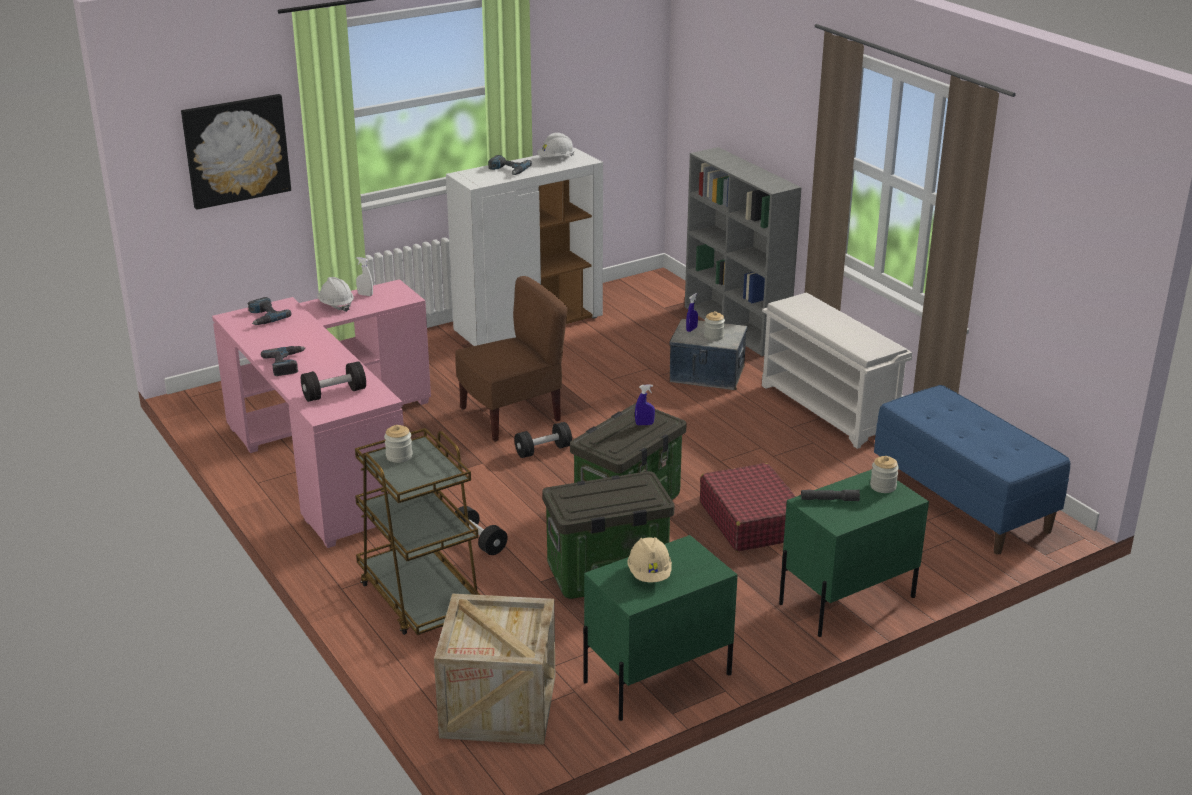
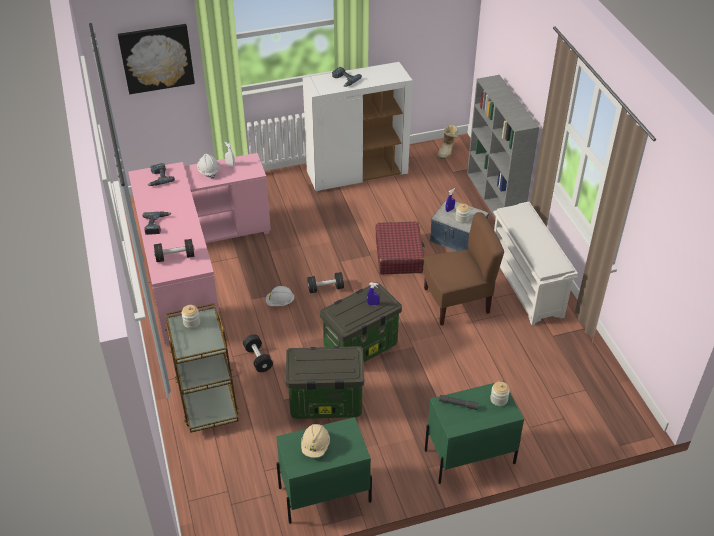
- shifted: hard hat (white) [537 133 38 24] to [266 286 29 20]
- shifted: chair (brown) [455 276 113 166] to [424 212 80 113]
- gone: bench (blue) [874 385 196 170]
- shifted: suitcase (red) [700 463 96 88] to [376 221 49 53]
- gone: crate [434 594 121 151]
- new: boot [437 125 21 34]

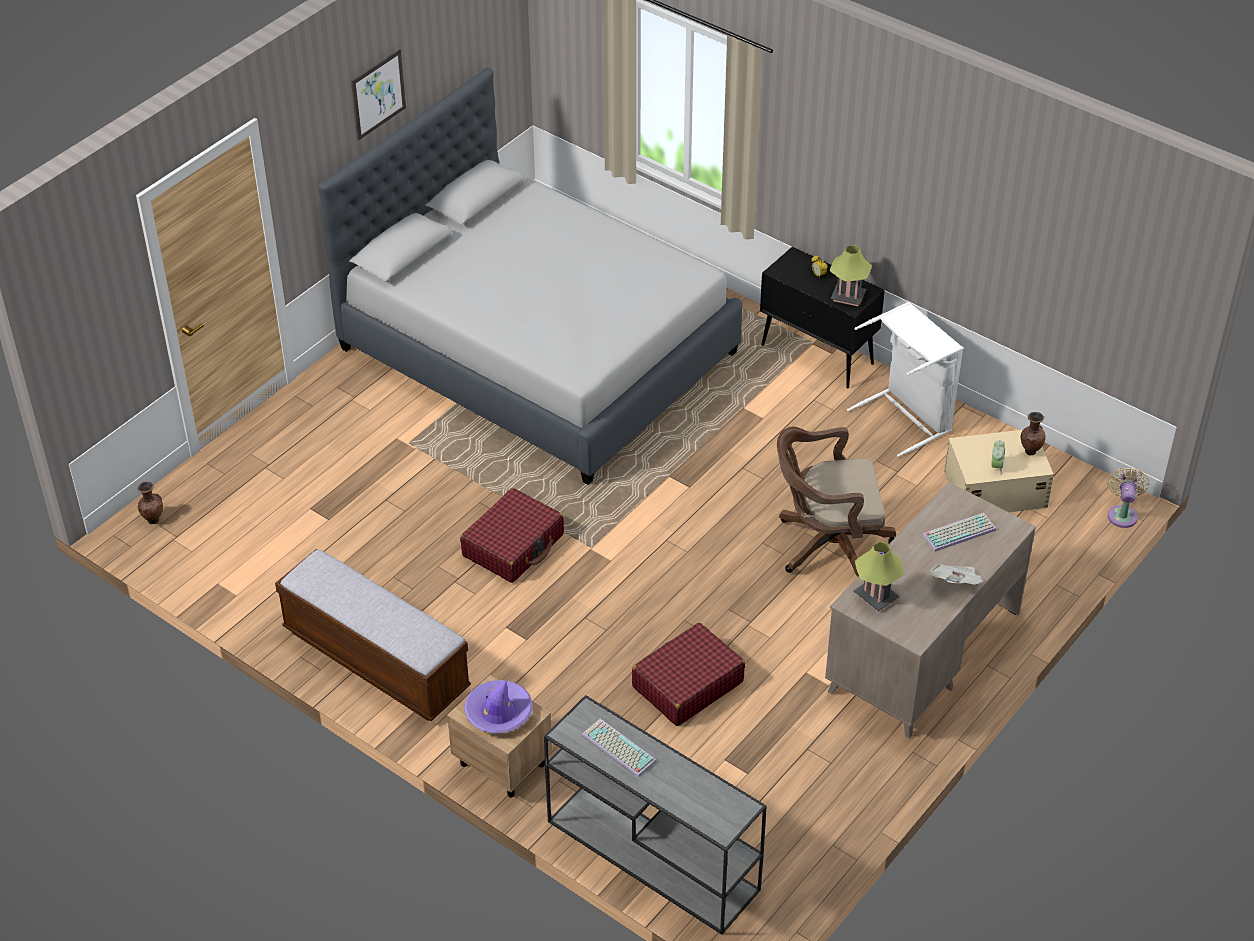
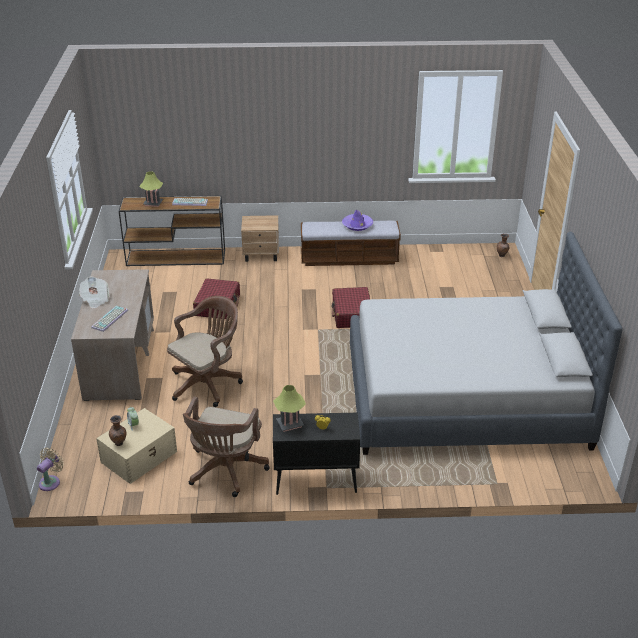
- gone: picture [351 49 55 91]
- swapped: laundry basket (white) [847 302 116 155] to office chair (brown) [183 397 86 100]
- rotated: fan (beige) [1107 467 42 61] = [37 448 27 43] 120 degrees counterclockwise
- shifted: table lamp [853 542 51 69] to [140 171 23 36]
- shifted: hat (purple) [464 680 69 54] to [342 209 31 22]
- repainted: console table (grey) [544 695 222 240] to console table (brown) [119 195 106 71]

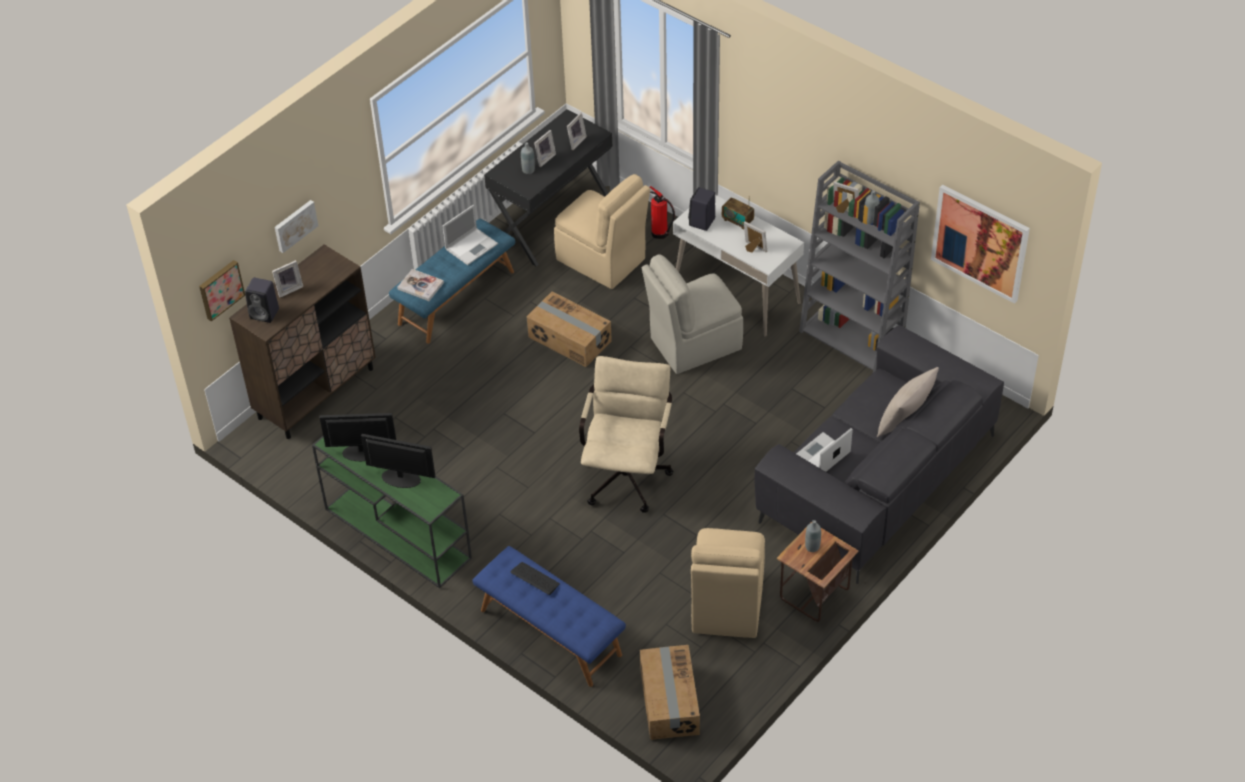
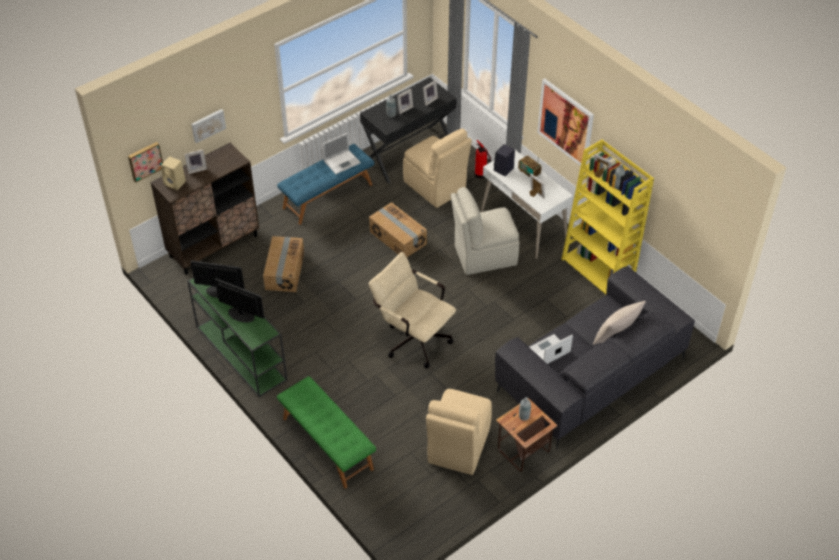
- repainted: bookcase (grey) [799 161 121 212] to bookcase (yellow) [561 139 93 155]
- shifted: picture [931 184 99 120] to [537 78 57 88]
- gone: book [397 269 47 32]
- repainted: speaker (black) [245 277 34 46] to speaker (beige) [161 157 25 33]
- rotated: office chair (beige) [579 356 95 157] = [369 252 87 116] 75 degrees counterclockwise
- repainted: bench (blue) [472 546 154 141] to bench (green) [277 376 99 112]
- gone: keyboard [511 562 49 33]
- shifted: cardboard box [640 645 60 95] to [263 236 41 56]

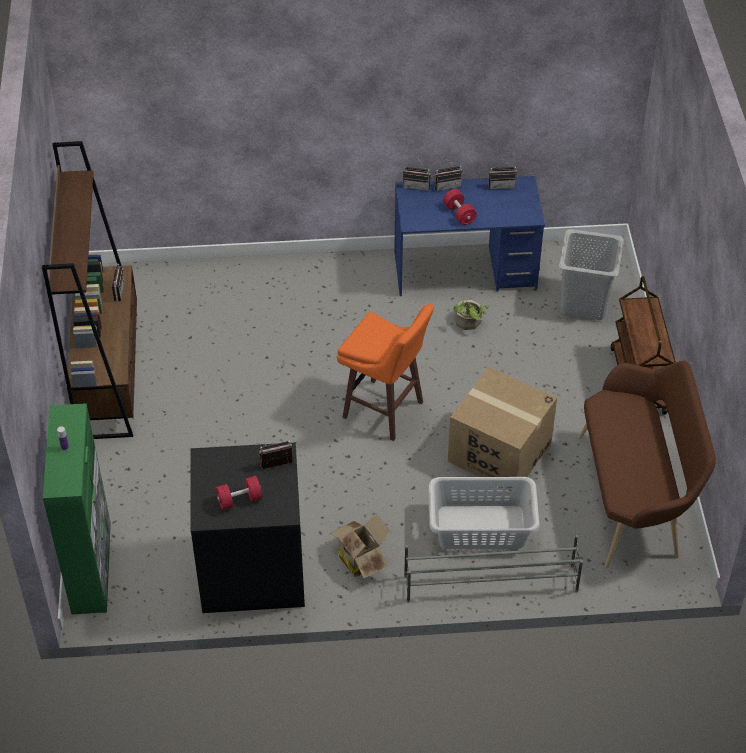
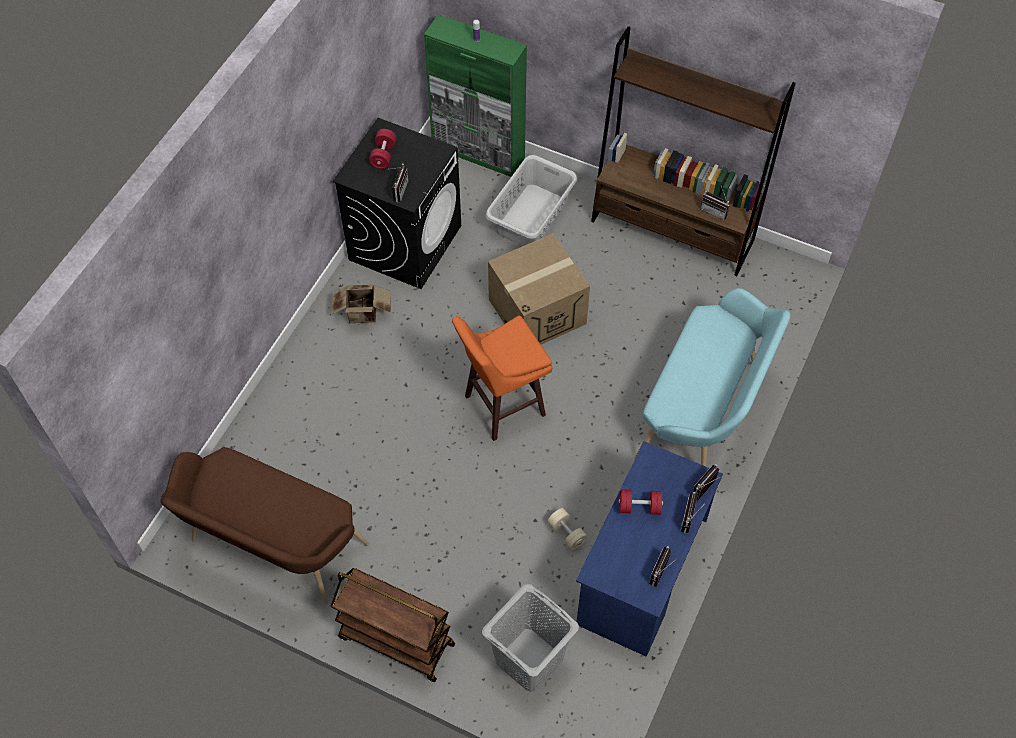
- swapped: potted plant [453 300 36 30] to dumbbell (beige) [547 508 41 42]
- shifted: cardboard box [448 367 109 124] to [488 233 102 112]
- shifted: laundry basket (grey) [428 477 112 72] to [486 155 91 91]
- gone: shoe rack (grey) [404 535 179 68]
- new: bench (turquoise) [634 288 157 178]

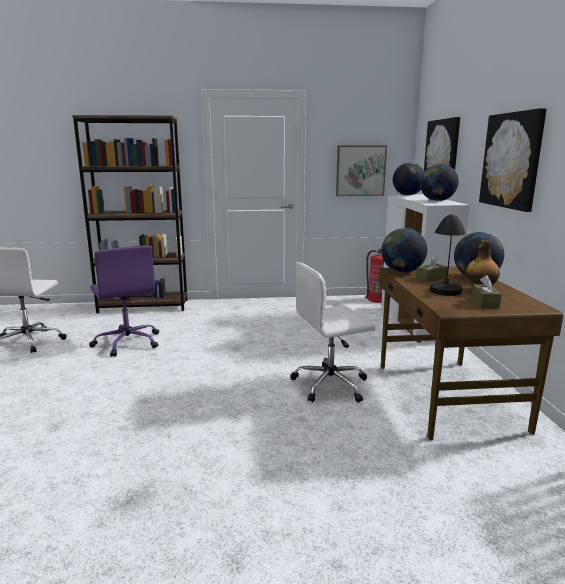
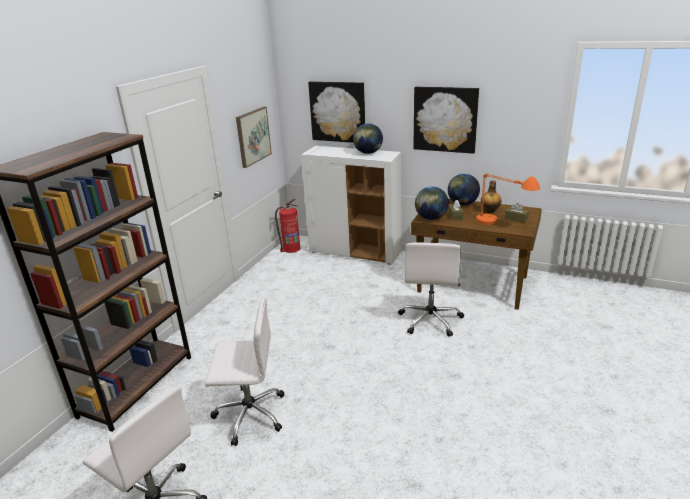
- gone: globe [393 162 32 33]
- repainted: table lamp (black) [430 214 36 82] to table lamp (orange) [476 174 64 51]
- repainted: office chair (purple) [89 246 70 111] to office chair (white) [205 297 79 149]

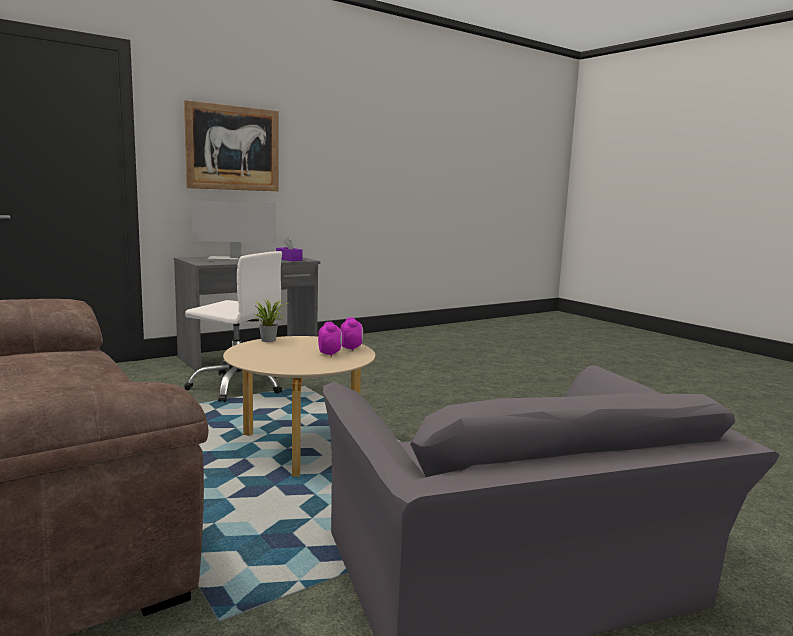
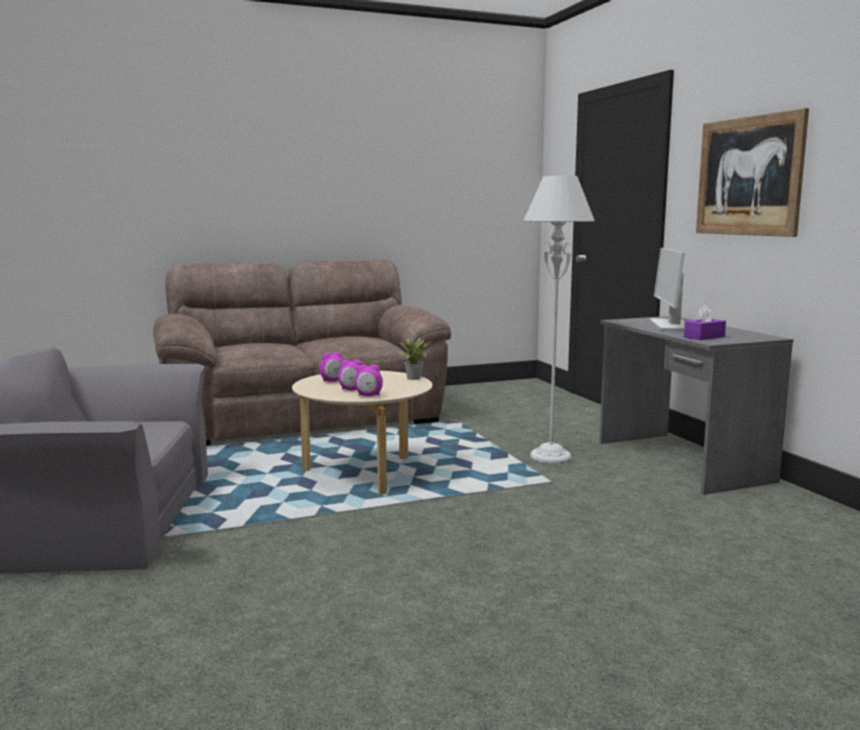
- swapped: office chair (white) [184 251 98 151] to floor lamp (grey) [523 176 72 287]
- new: alarm clock [320 352 23 30]

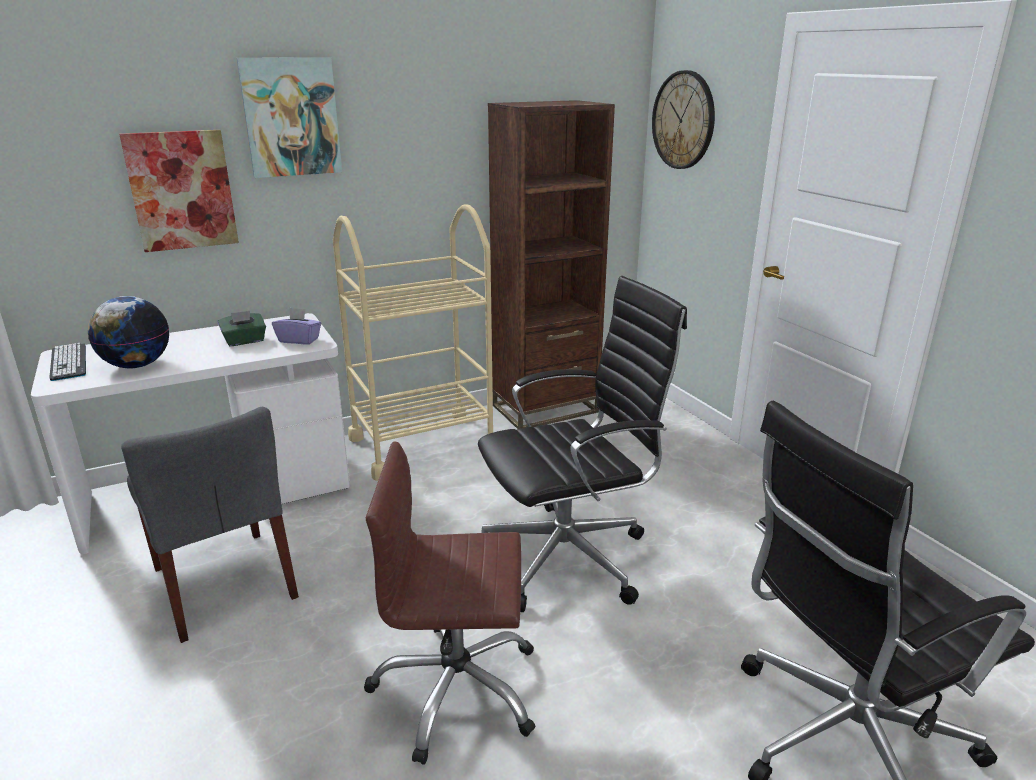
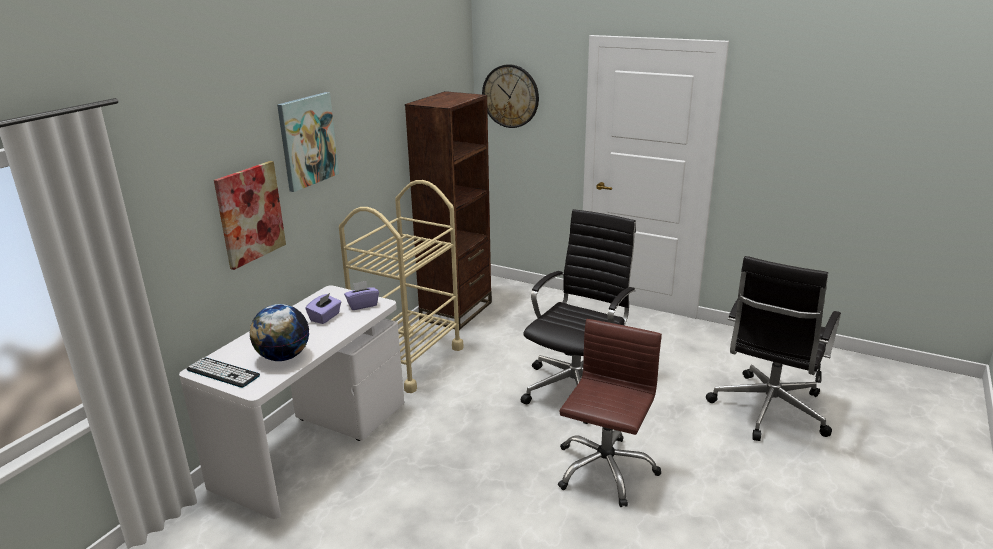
- repainted: tissue box (green) [218 311 48 35] to tissue box (purple) [305 293 36 31]
- gone: chair (grey) [121 407 178 236]
- rotated: office chair (brown) [364 441 172 324] = [558 319 104 188] 150 degrees clockwise

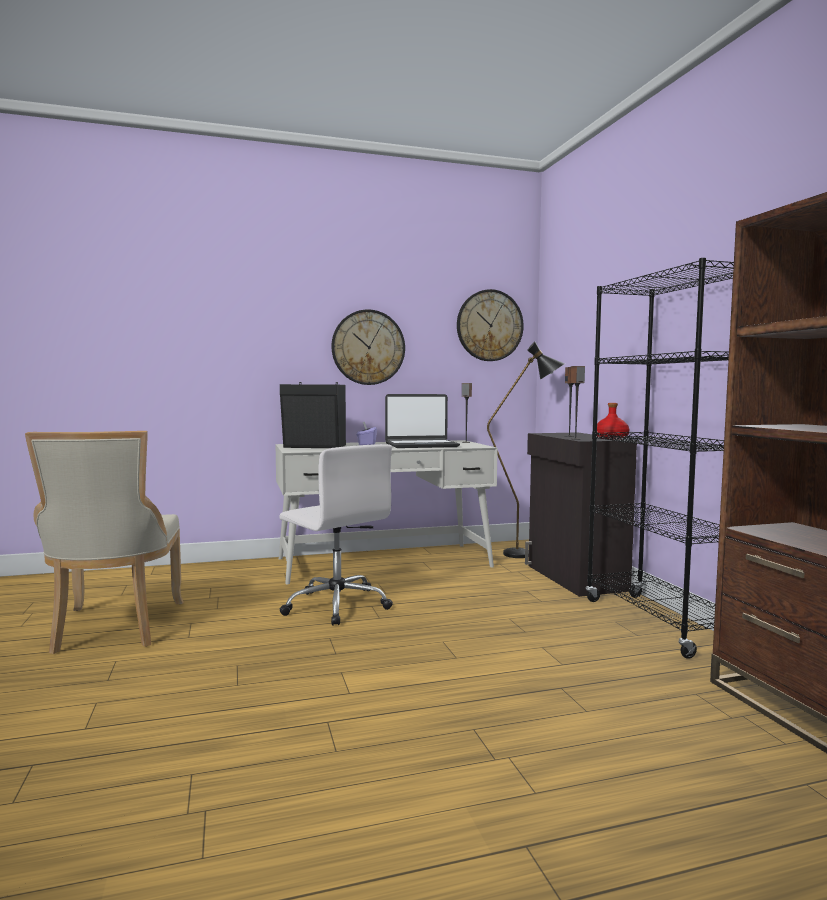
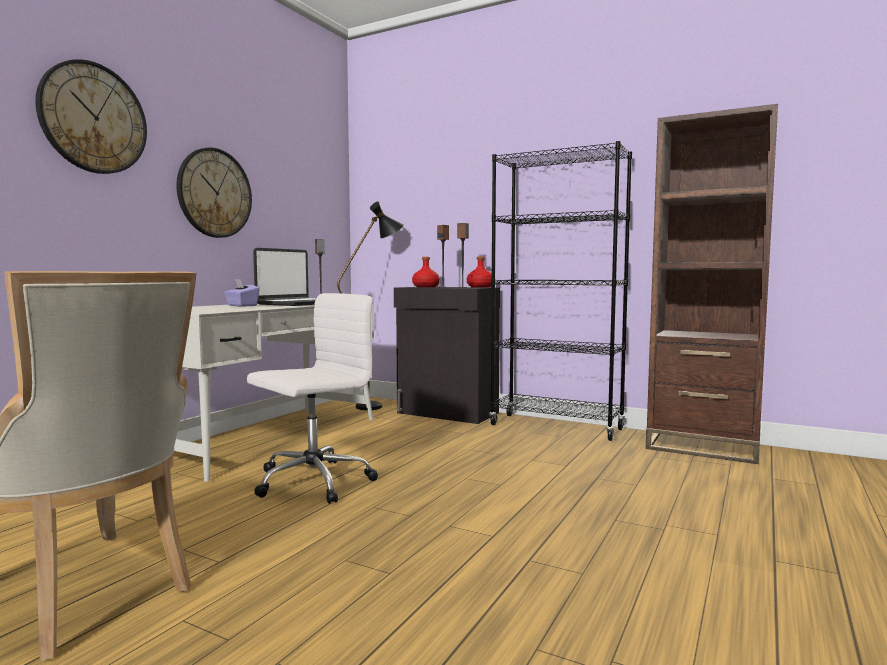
- shifted: wall clock [457 289 67 72] to [35 59 112 115]
- gone: speaker (black) [280 382 66 66]
- rotated: office chair (white) [279 444 114 182] = [247 293 131 211] 45 degrees counterclockwise
- new: bottle (red) [412 257 28 30]

